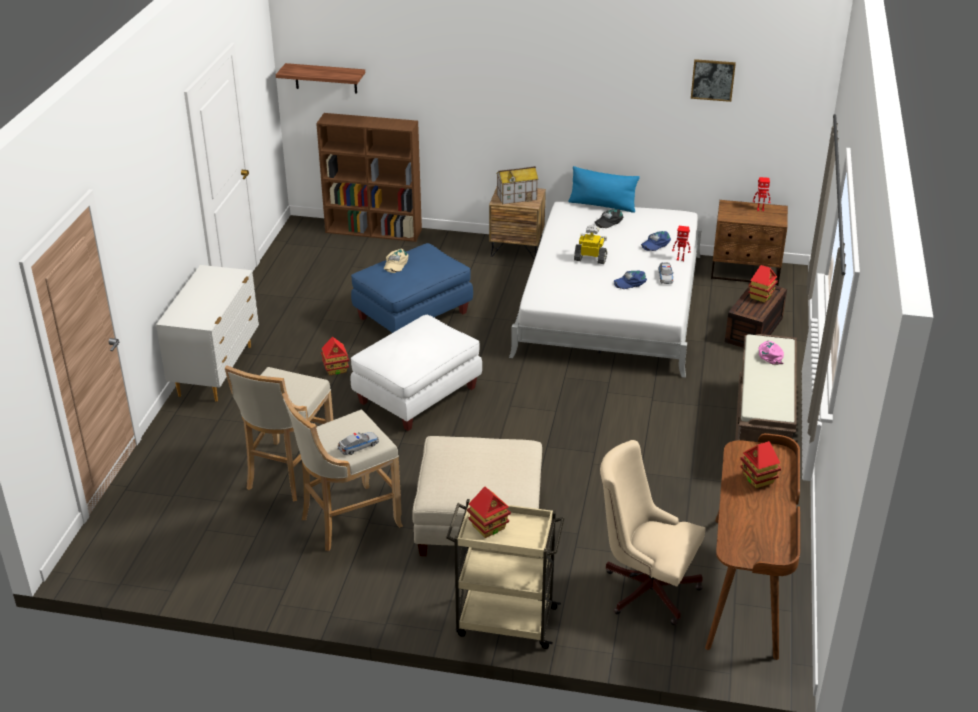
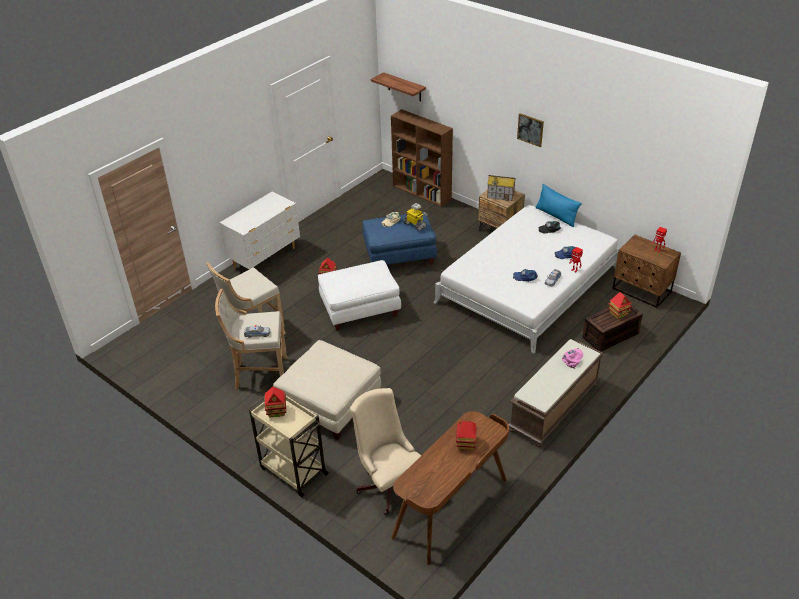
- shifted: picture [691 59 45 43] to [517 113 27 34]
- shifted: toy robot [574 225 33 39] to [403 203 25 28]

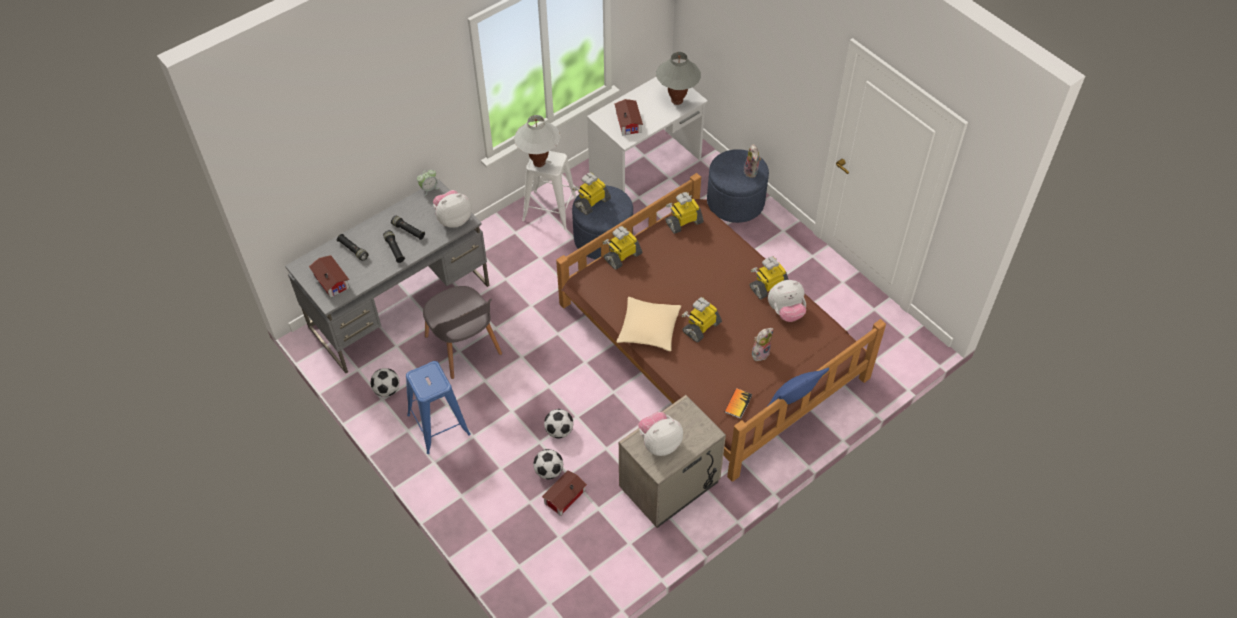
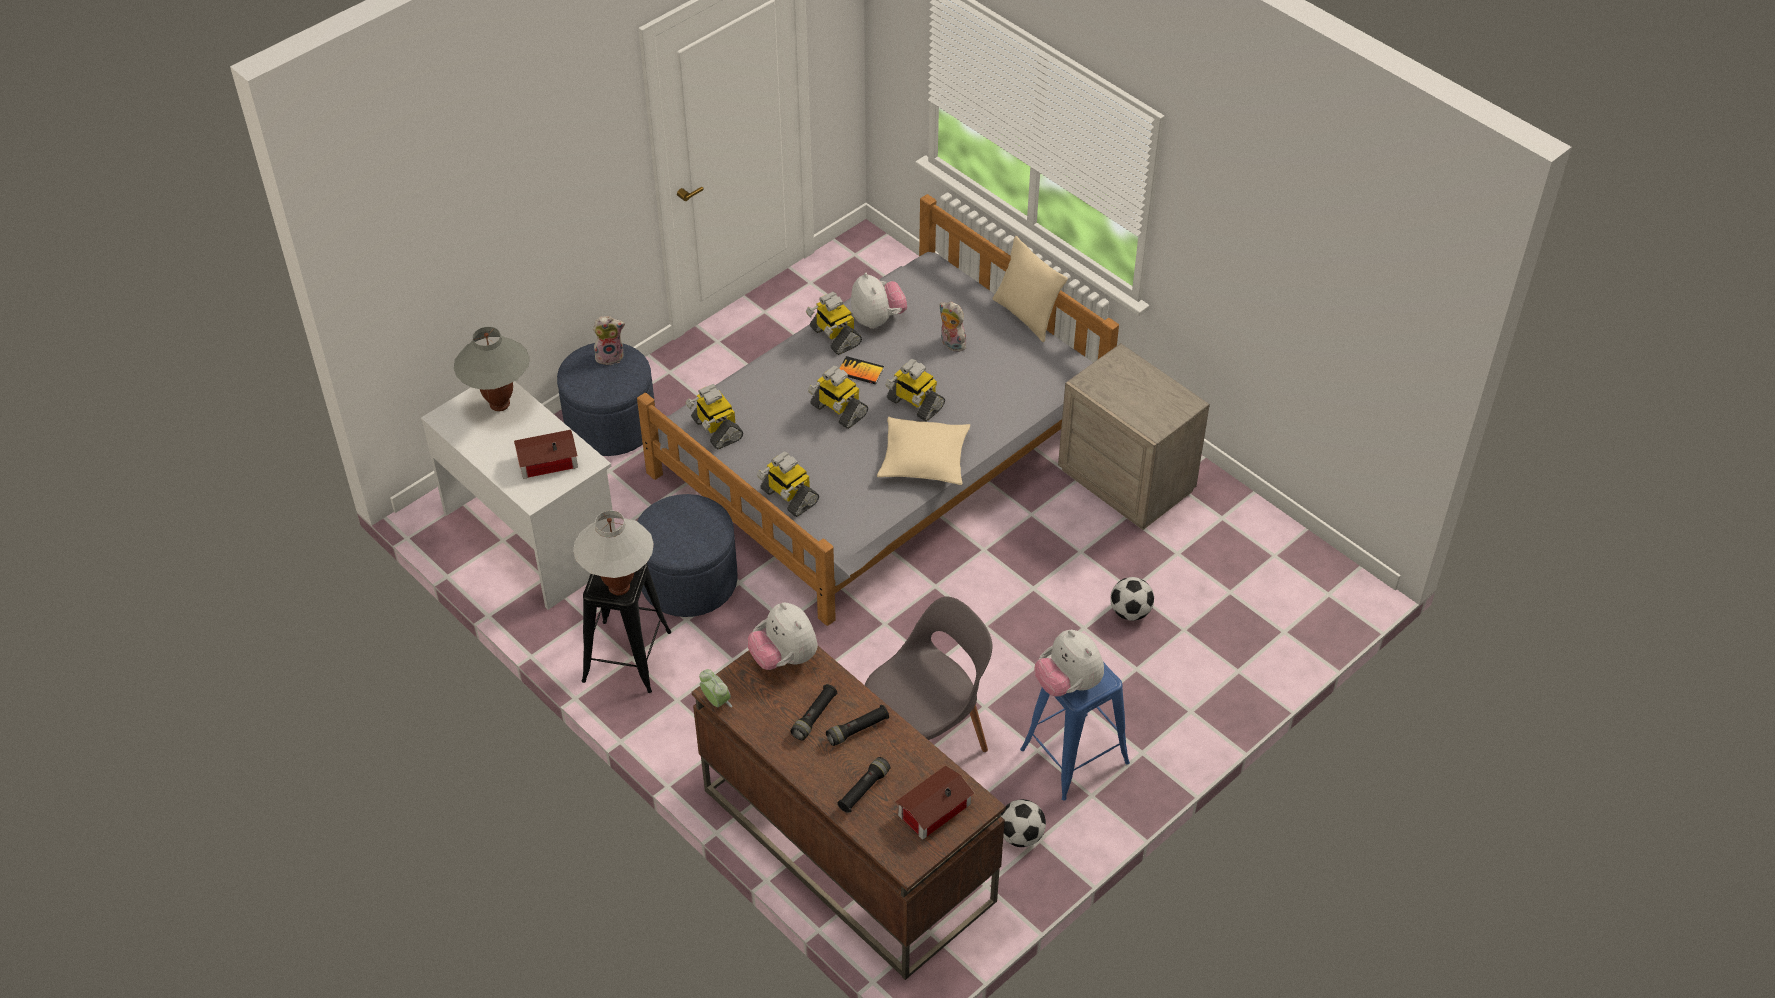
- repainted: stool (white) [522 151 54 79] to stool (black) [582 563 89 130]
- shifted: toy robot [572 172 39 43] to [808 365 60 64]
- repainted: bed (brown) [556 173 330 309] to bed (grey) [637 194 482 432]
- repainted: desk (grey) [285 179 205 194] to desk (brown) [692 646 314 334]
- repainted: pillow (blue) [768 367 61 39] to pillow (beige) [993 236 75 106]
- shifted: book [724 388 28 31] to [839 356 45 28]
- gone: football [544 409 29 29]
- shifted: plush toy [638 412 45 44] to [1035 630 69 67]
- gone: toy house [542 470 45 46]

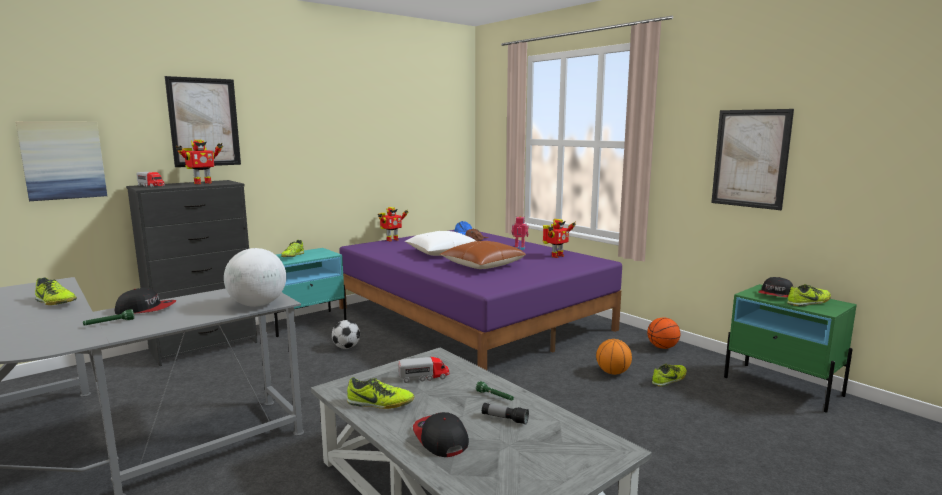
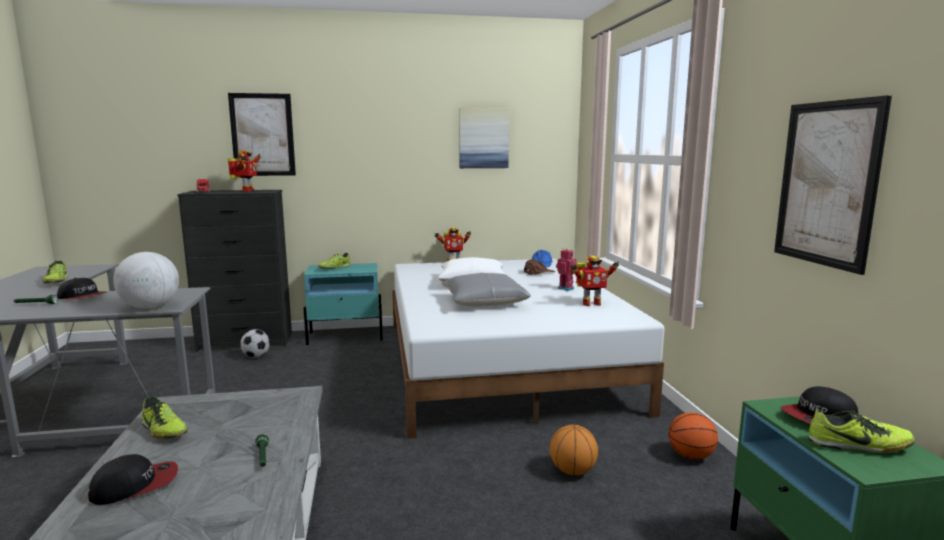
- shifted: picture [16 121 91 80] to [459 108 50 60]
- rotated: toy robot [176 140 47 44] = [228 151 33 41] 75 degrees counterclockwise
- repainted: bed (purple) [339 230 283 140] to bed (white) [393 259 271 180]
- repainted: pillow (brown) [439 241 87 28] to pillow (grey) [441 273 90 34]
- shifted: football [332 320 28 29] to [240 329 30 29]
- gone: toy truck [398 357 51 26]
- gone: shoe [652 364 35 23]
- gone: flashlight [482 403 47 22]
- rotated: cap [413 412 56 45] = [88 454 90 51] 60 degrees clockwise

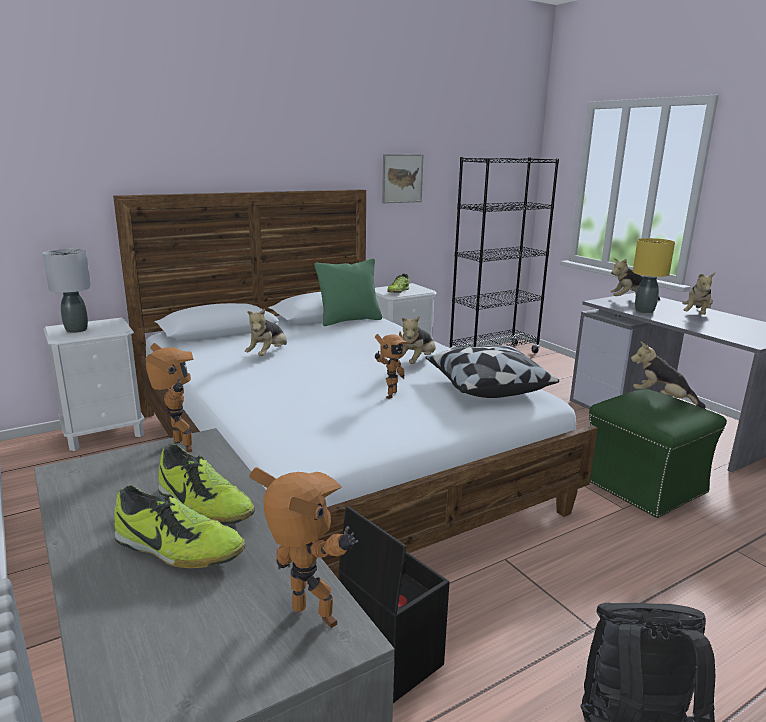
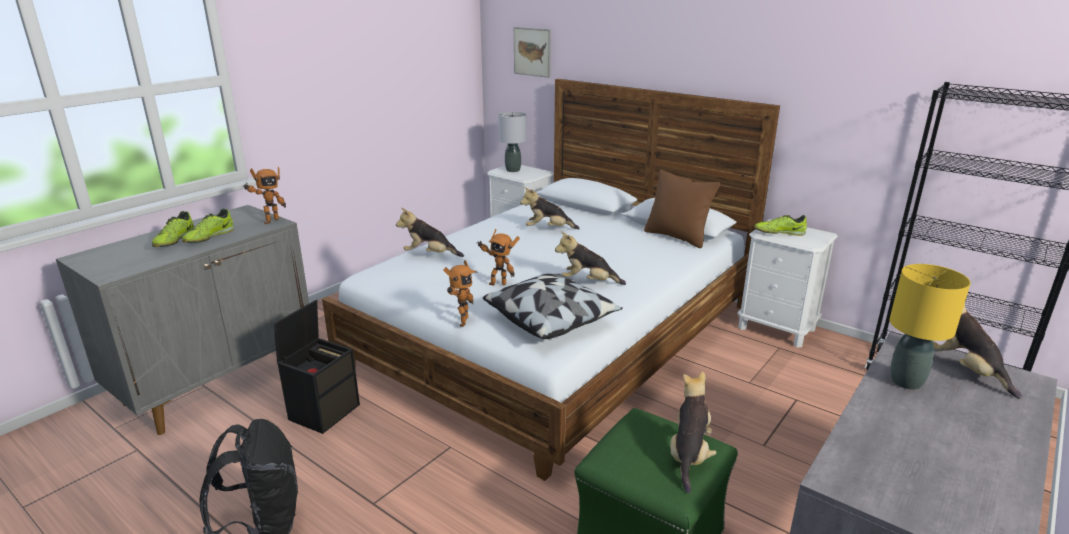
- shifted: picture [382 154 42 50] to [514 27 37 51]
- repainted: pillow (green) [314 258 68 68] to pillow (brown) [644 170 76 78]
- shifted: plush toy [682 273 33 42] to [396 207 68 50]
- shifted: toy robot [249 467 109 161] to [443 260 35 67]

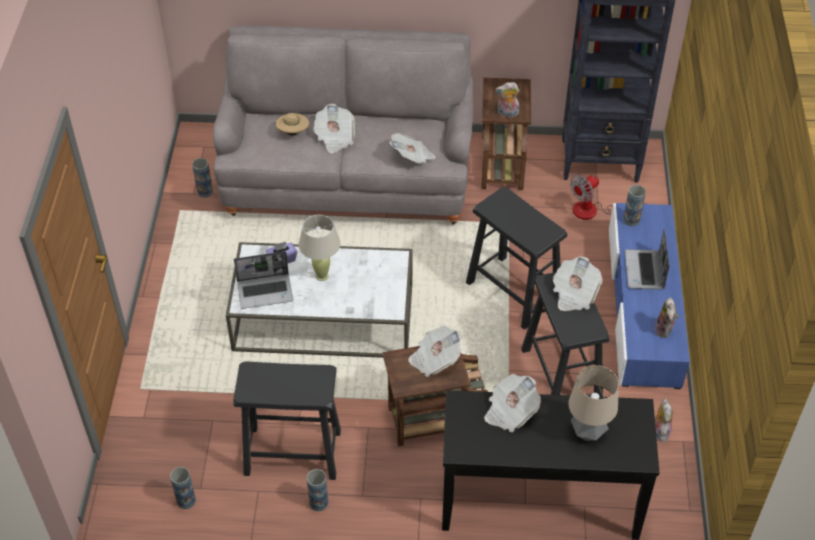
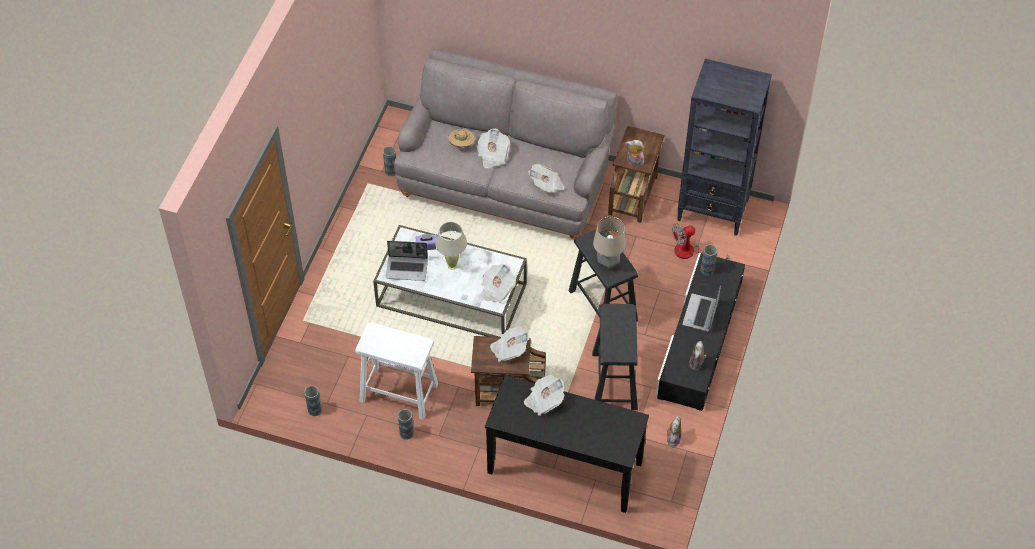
- repainted: tv stand (blue) [609 203 81 186] to tv stand (black) [655 253 90 158]
- shifted: newspaper [553 256 50 55] to [481 264 35 39]
- repainted: stool (black) [233 361 108 119] to stool (white) [355 322 83 98]
- shifted: table lamp [569 365 50 76] to [593 217 33 51]

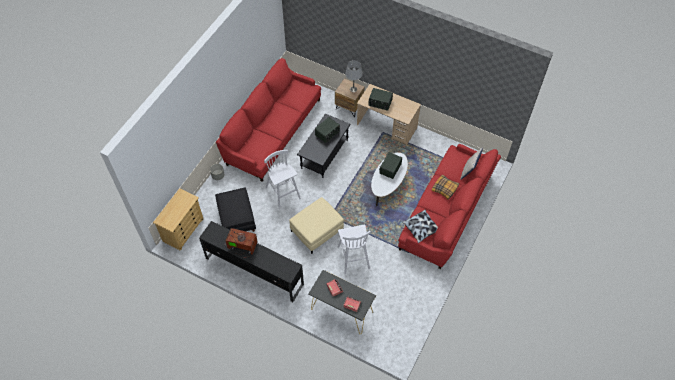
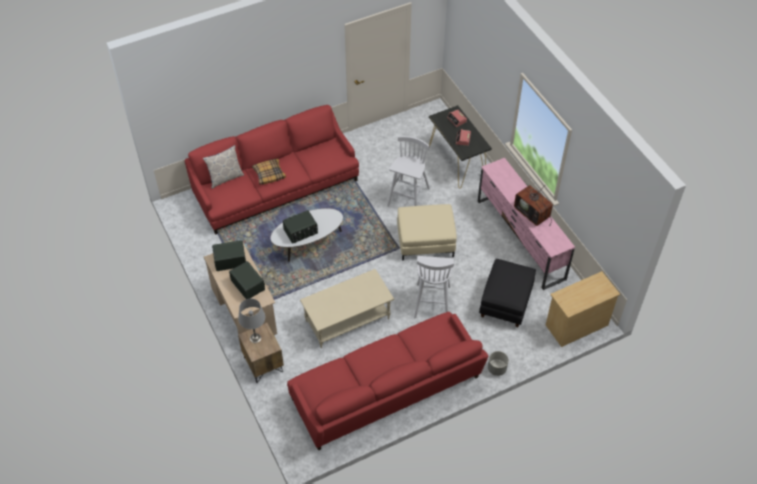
- repainted: coffee table (black) [297 114 53 64] to coffee table (beige) [300 269 94 79]
- shifted: radio [315 117 25 26] to [212 240 34 31]
- gone: pillow [402 210 36 33]
- repainted: tv stand (black) [199 221 105 81] to tv stand (pink) [478 158 97 132]

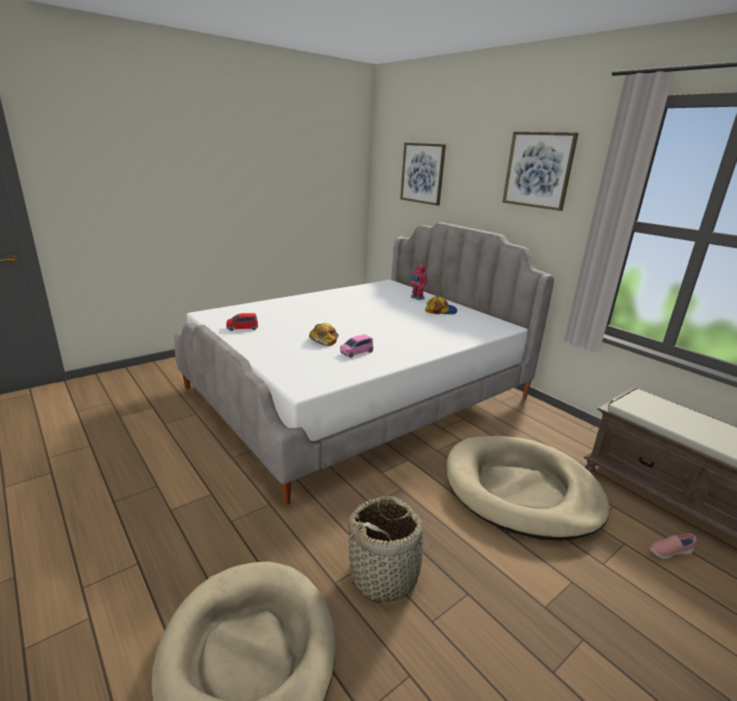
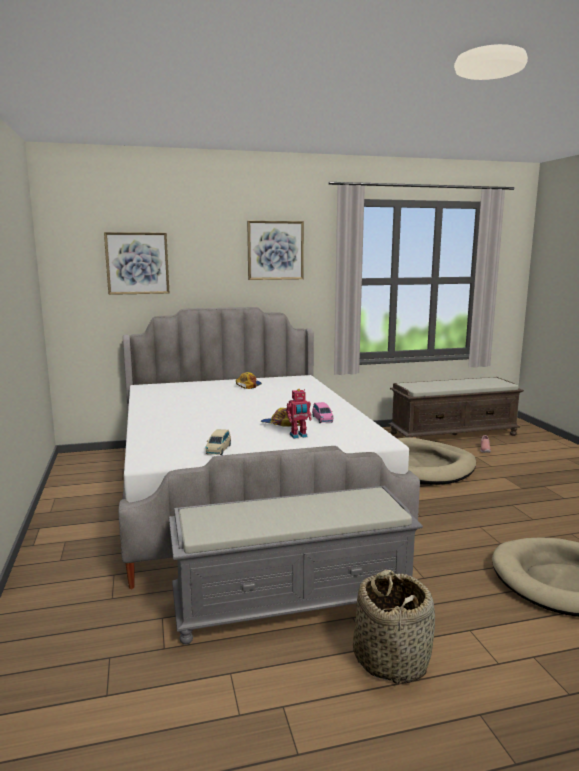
- shifted: toy robot [409 264 19 36] to [286 389 26 50]
- repainted: toy car (red) [226 313 32 18] to toy car (beige) [205 429 26 26]
- shifted: basket [341 496 94 107] to [353 570 82 115]
- new: bench (grey) [169 486 254 159]

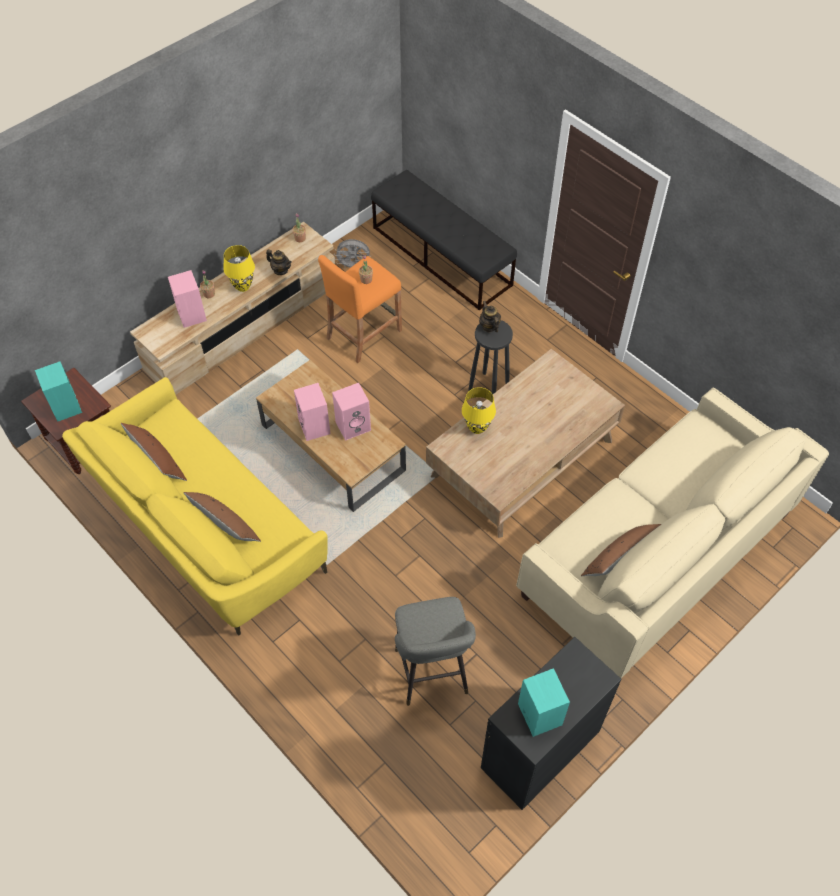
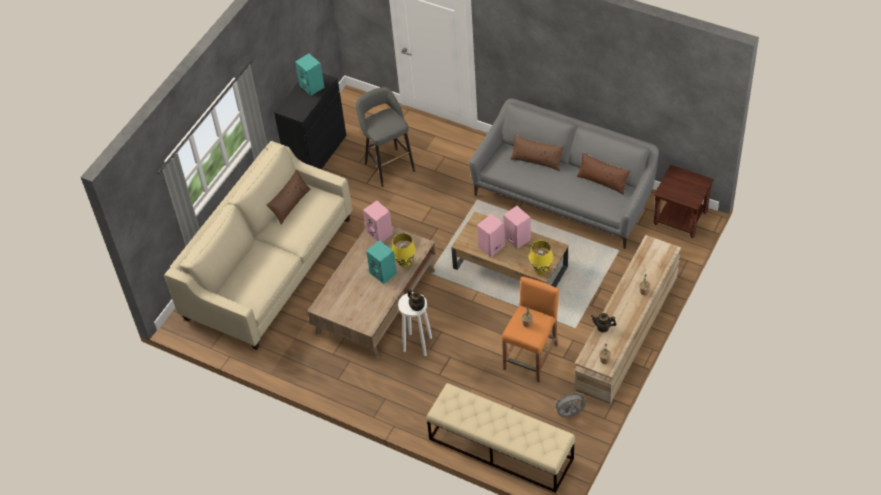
- repainted: bench (black) [371 170 146 141] to bench (beige) [426 383 149 110]
- shifted: table lamp (yellow) [223 245 32 47] to [529 241 24 34]
- shifted: speaker (pink) [168 270 39 58] to [363 201 30 41]
- repainted: stool (black) [468 320 45 74] to stool (white) [398 292 34 64]
- shifted: speaker (turquoise) [35 362 47 60] to [366 240 31 44]
- repainted: sofa (yellow) [62 377 266 258] to sofa (grey) [469 98 190 151]

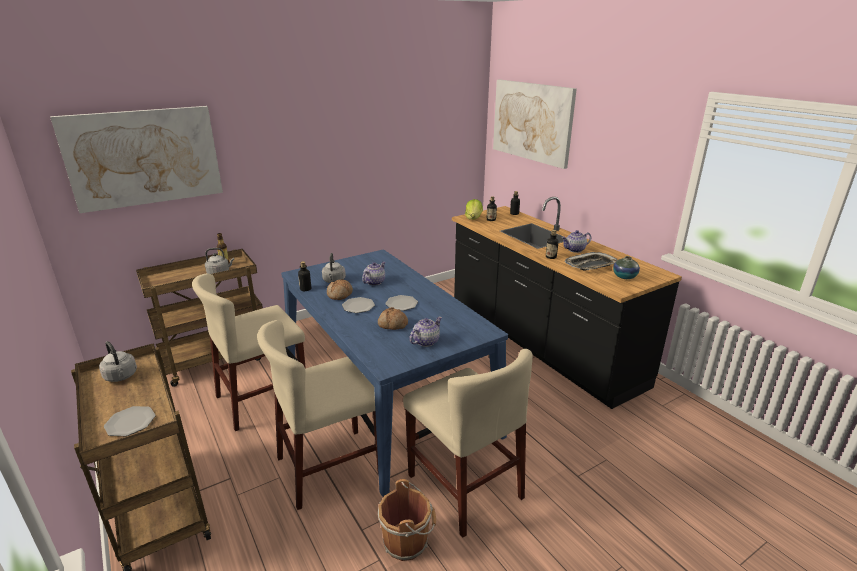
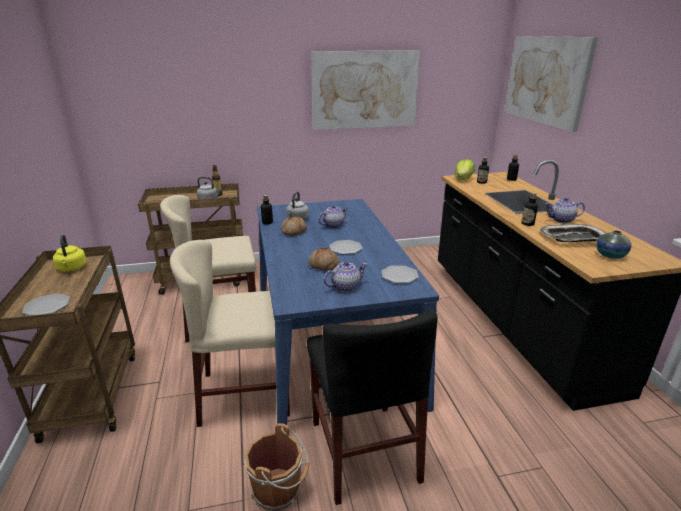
- shifted: picture [50 106 173 107] to [311 50 109 80]
- shifted: plate [342 297 33 16] to [381 265 38 18]
- repainted: kettle (grey) [99 341 38 41] to kettle (yellow) [53 235 34 37]
- repainted: chair (beige) [403 349 130 189] to chair (black) [307 310 131 195]

